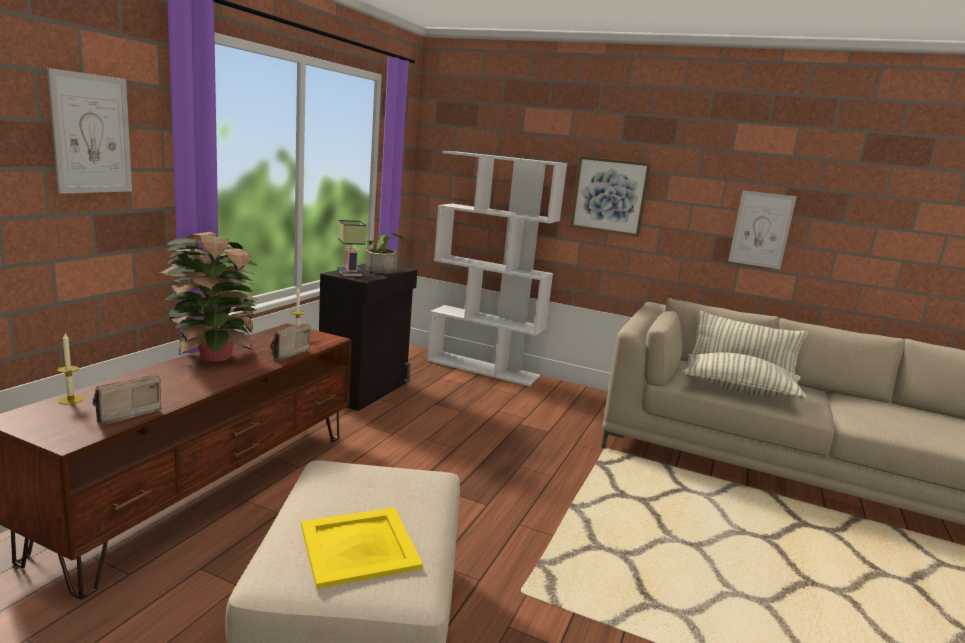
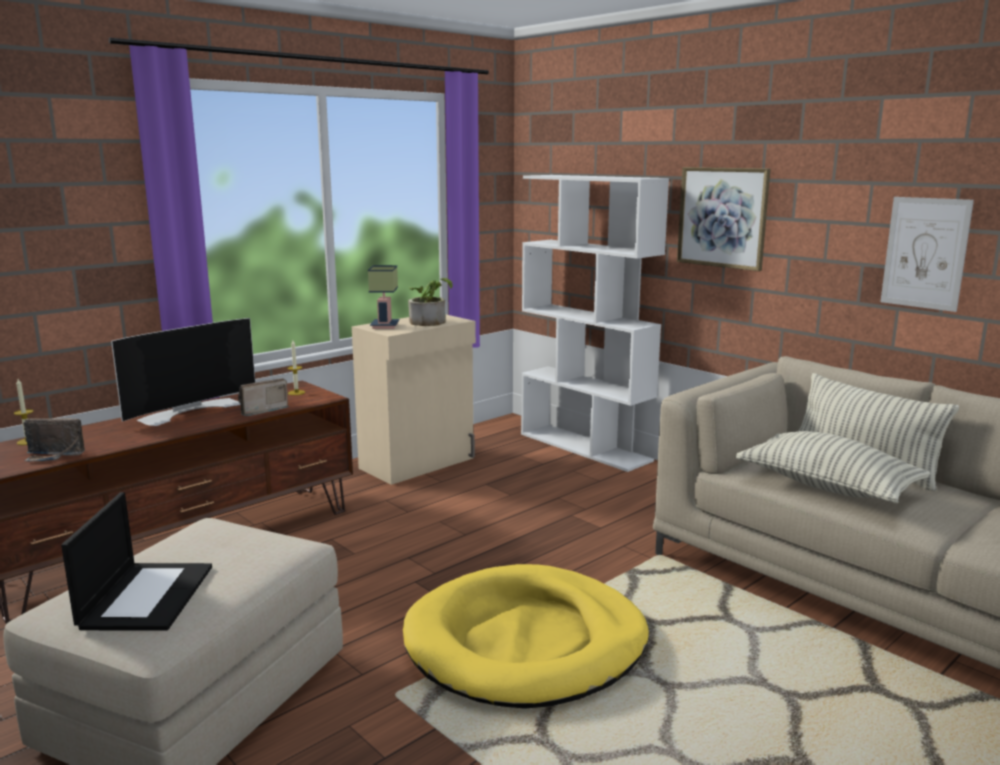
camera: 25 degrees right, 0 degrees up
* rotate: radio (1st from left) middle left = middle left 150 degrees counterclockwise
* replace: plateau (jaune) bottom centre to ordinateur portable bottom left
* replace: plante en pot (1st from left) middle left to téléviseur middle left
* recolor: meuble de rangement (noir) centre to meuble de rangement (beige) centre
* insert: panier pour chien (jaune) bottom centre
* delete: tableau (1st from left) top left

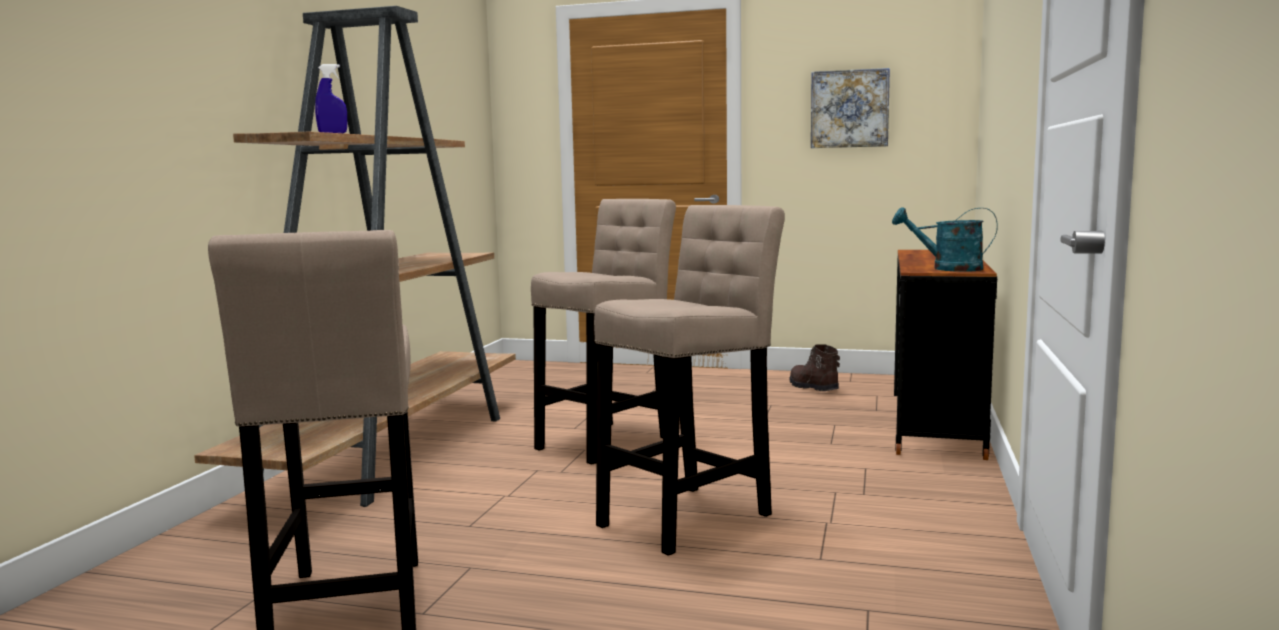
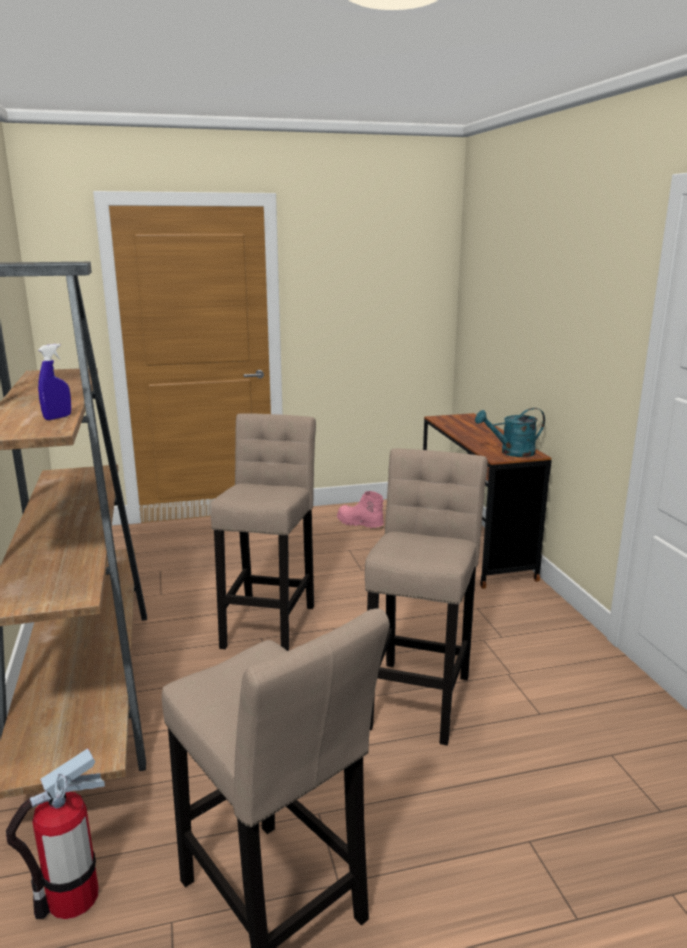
camera: 30 degrees left, 10 degrees up
* insert: extincteur bottom left
* recolor: botte (marron) centre to botte (rose) centre
* delete: tableau top centre

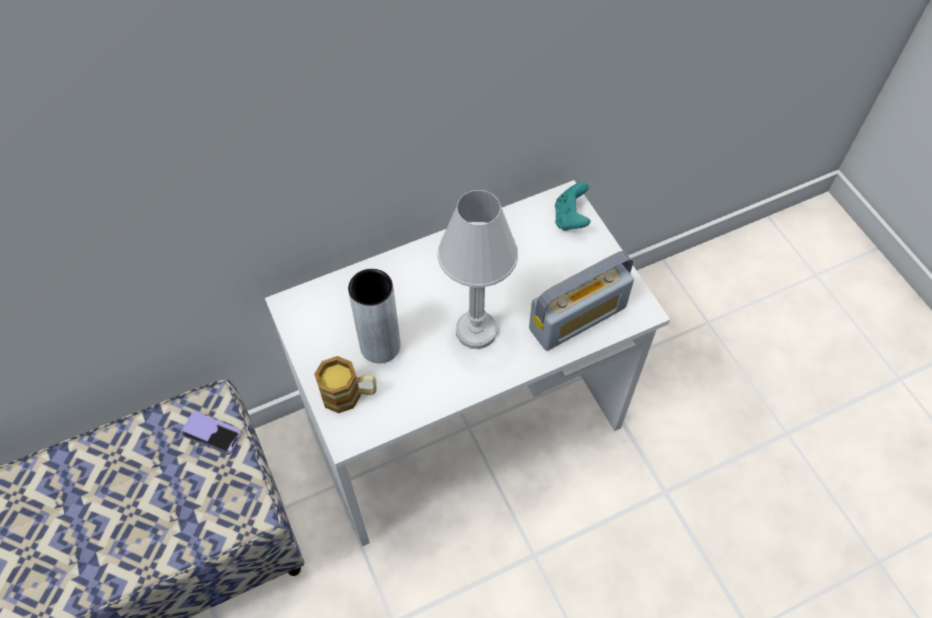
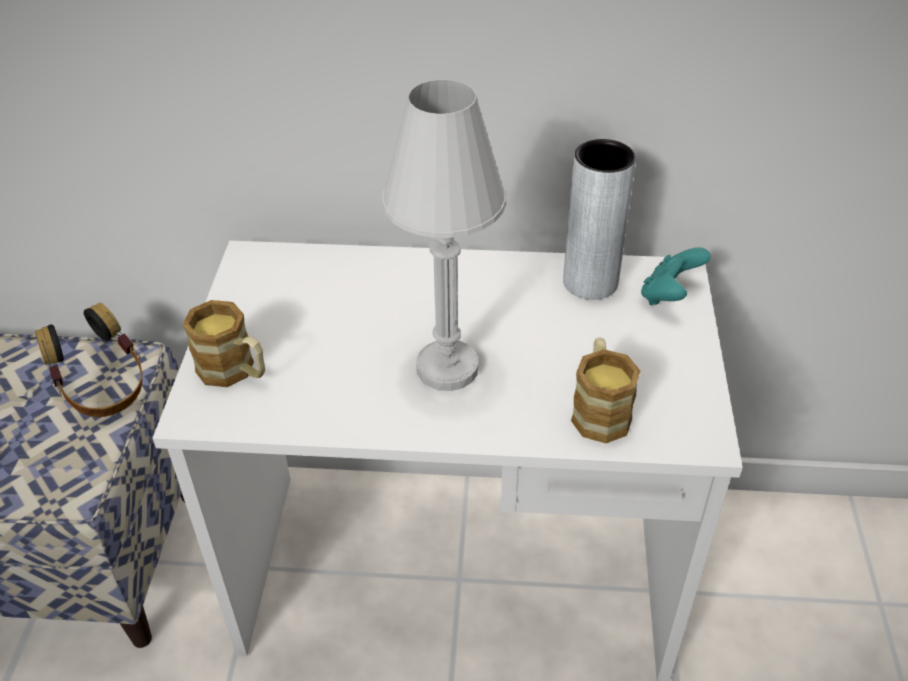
camera: 30 degrees right, 15 degrees down
* replace: téléphone bottom left to casque audio middle left
* move: vase (gris) centre to top centre
* replace: radio centre to mug (2nd from left) middle right

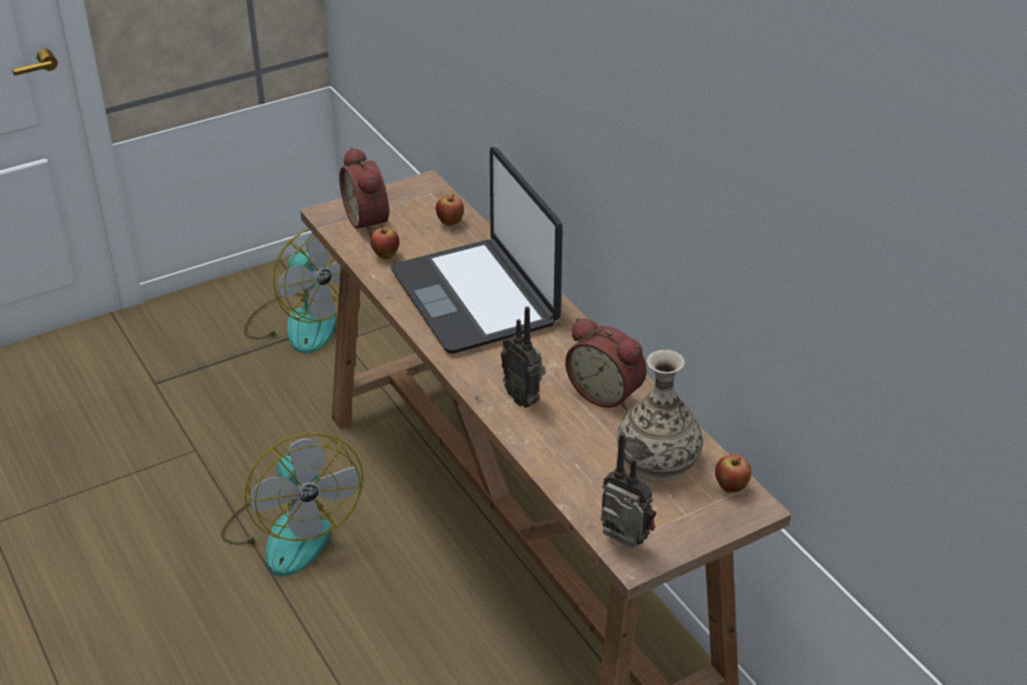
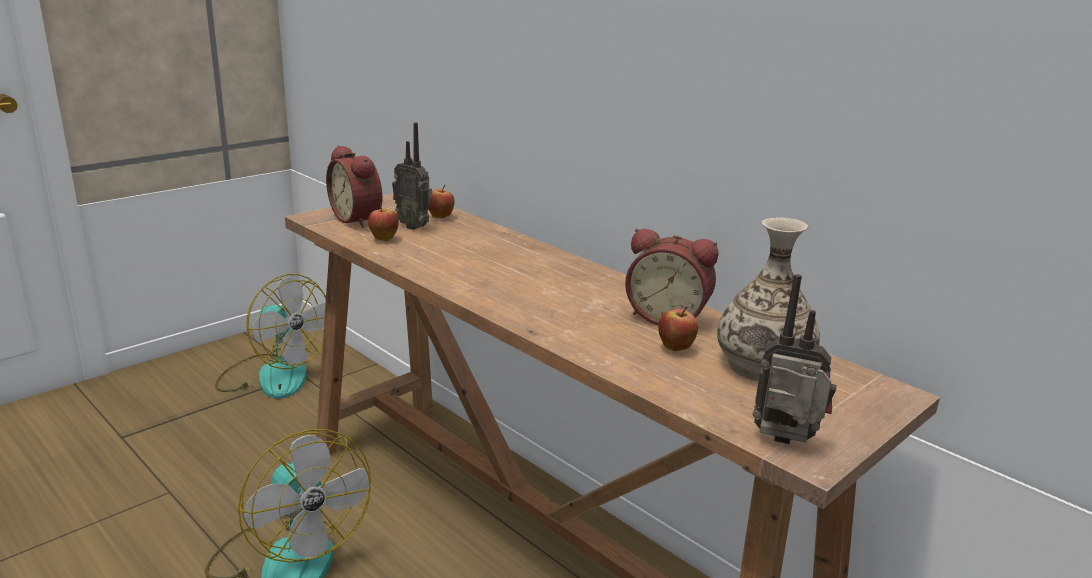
camera: 15 degrees left, 15 degrees down
* move: radio (1st from left) centre to top centre
* move: pomme (3rd from left) bottom right to centre
* delete: ordinateur portable centre

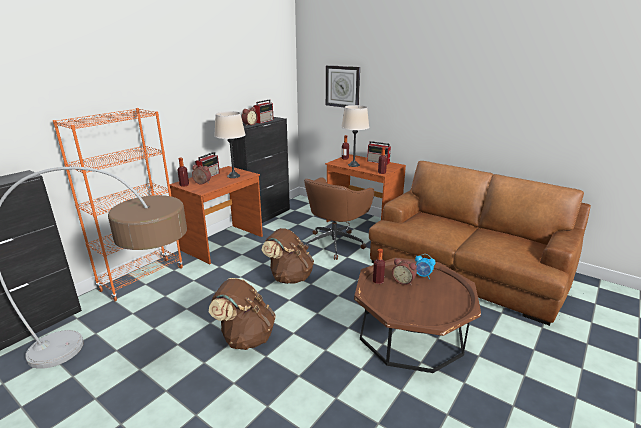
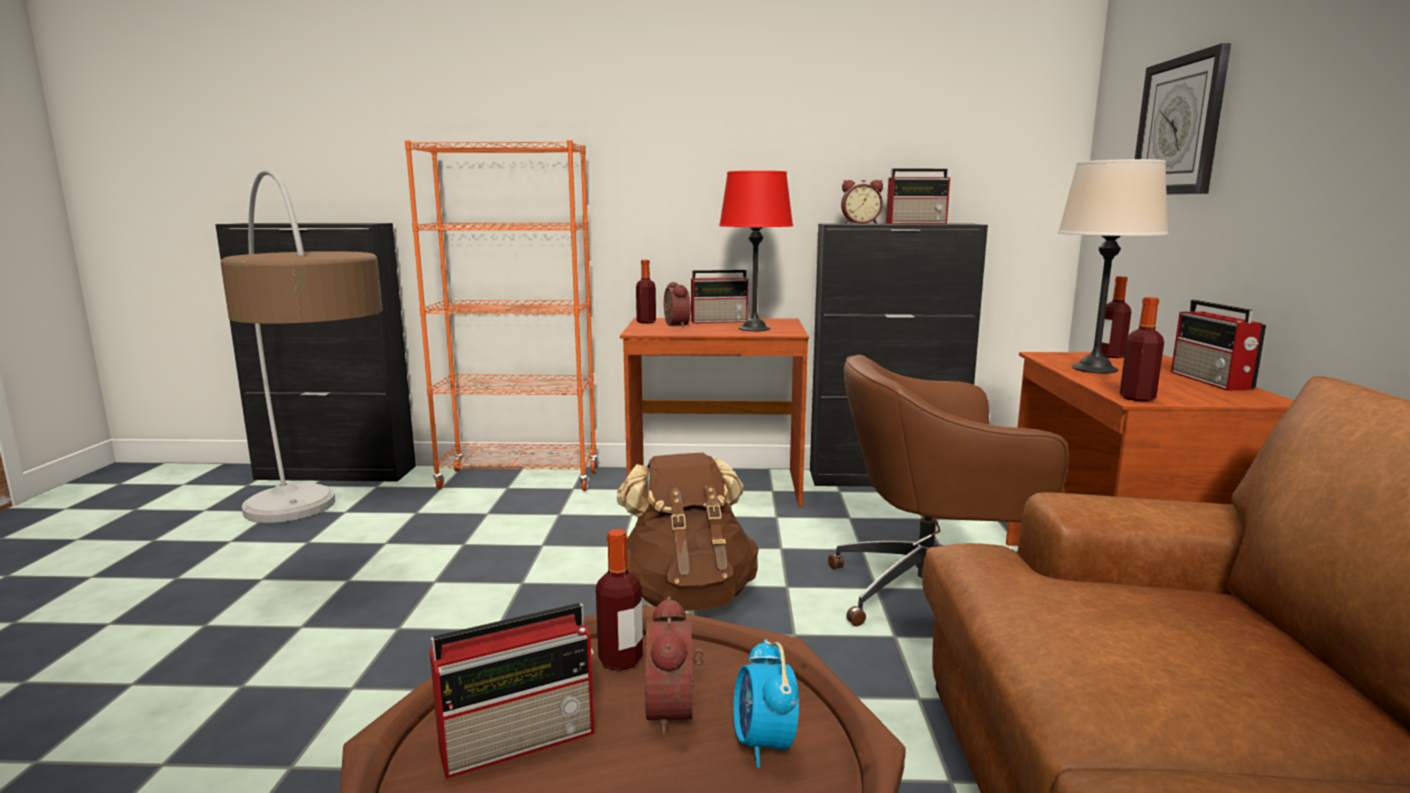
camera: 55 degrees right, 10 degrees down
* insert: radio (1st from left) bottom centre
* recolor: lampe de table (beige) (1st from left) centre to lampe de table (rouge) top centre
* delete: sac à dos (marron) (1st from left) bottom centre

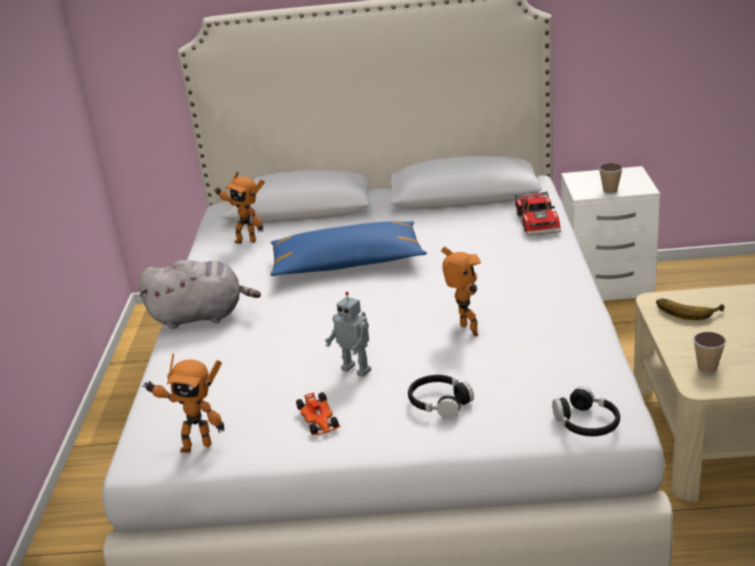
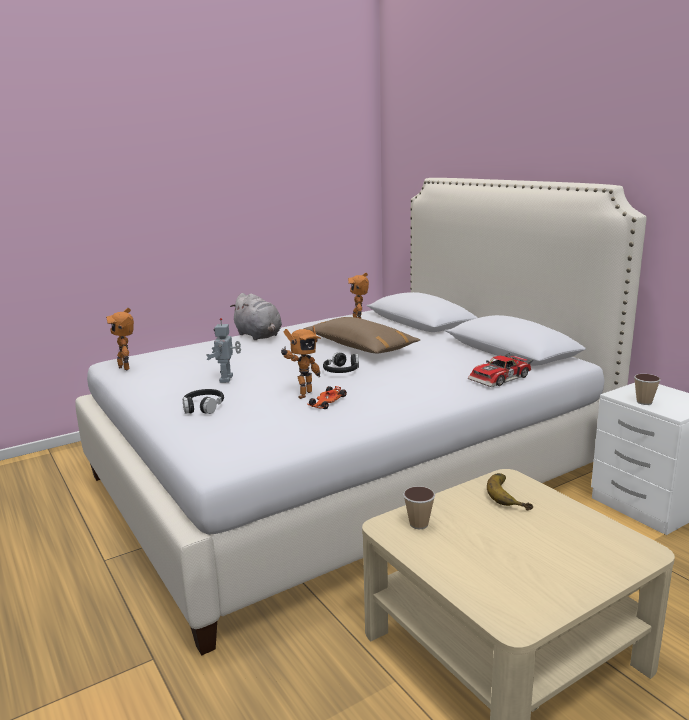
camera: 55 degrees right, 10 degrees down
* recolor: coussin (bleu) centre to coussin (marron) centre
* move: petite voiture (1st from left) bottom centre to centre
* move: casque audio (noir) (2nd from left) bottom right to centre

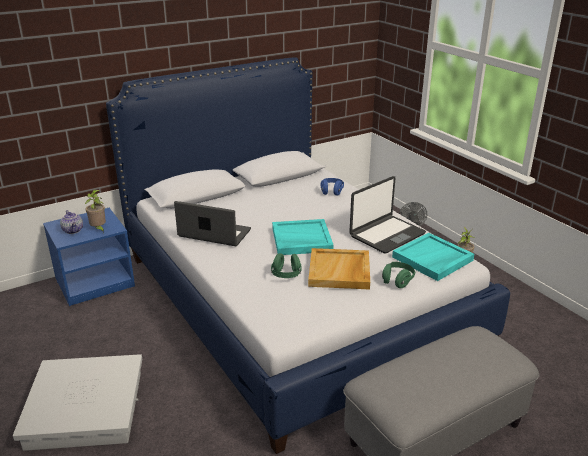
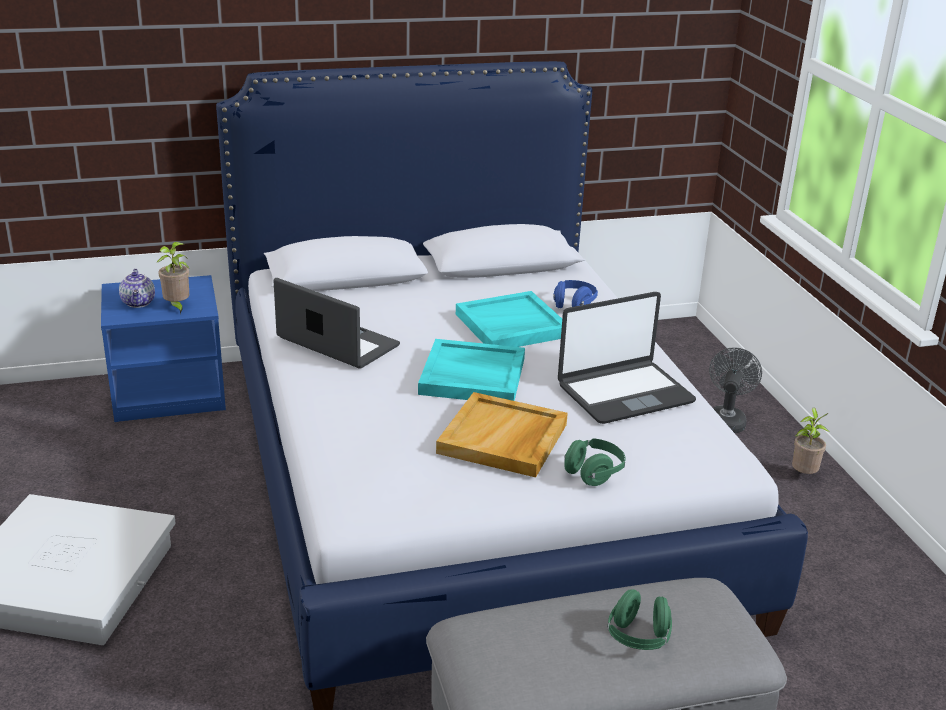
camera: 15 degrees right, 0 degrees up
* move: plateau (turquoise) (2nd from left) middle right to centre
* move: casque audio (vert) (1st from left in the first image) centre to casque audio (vert) (2nd from left) bottom right

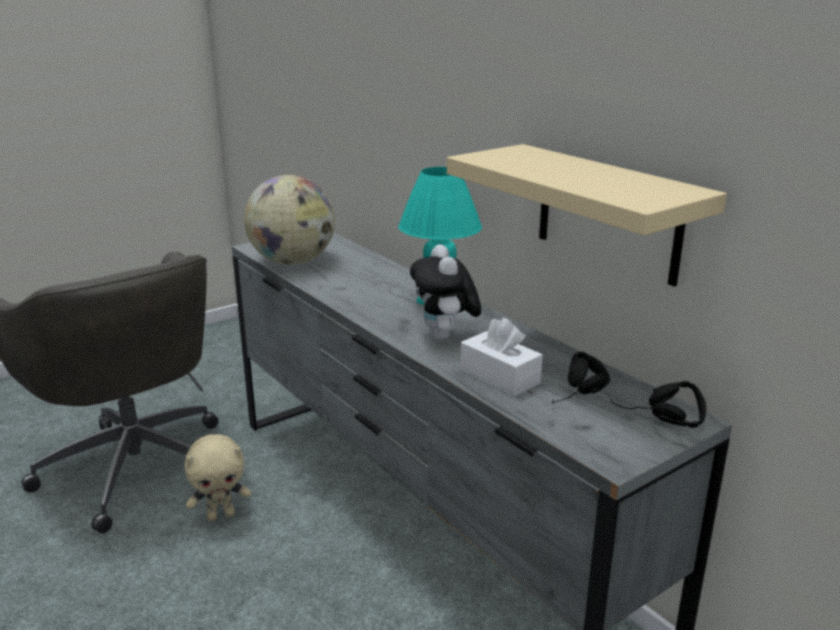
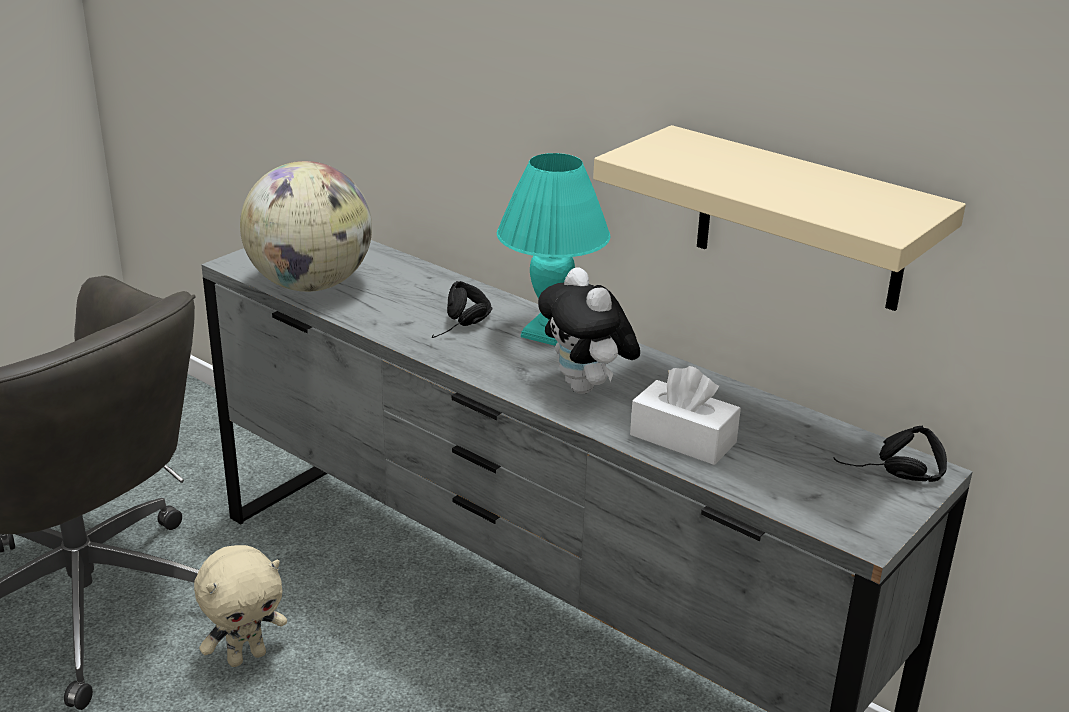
camera: 15 degrees left, 5 degrees up
* move: casque audio (noir) (1st from left) middle right to centre

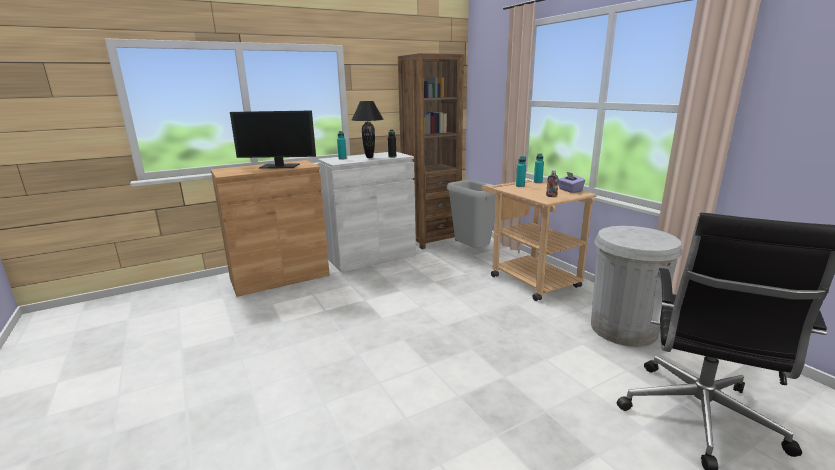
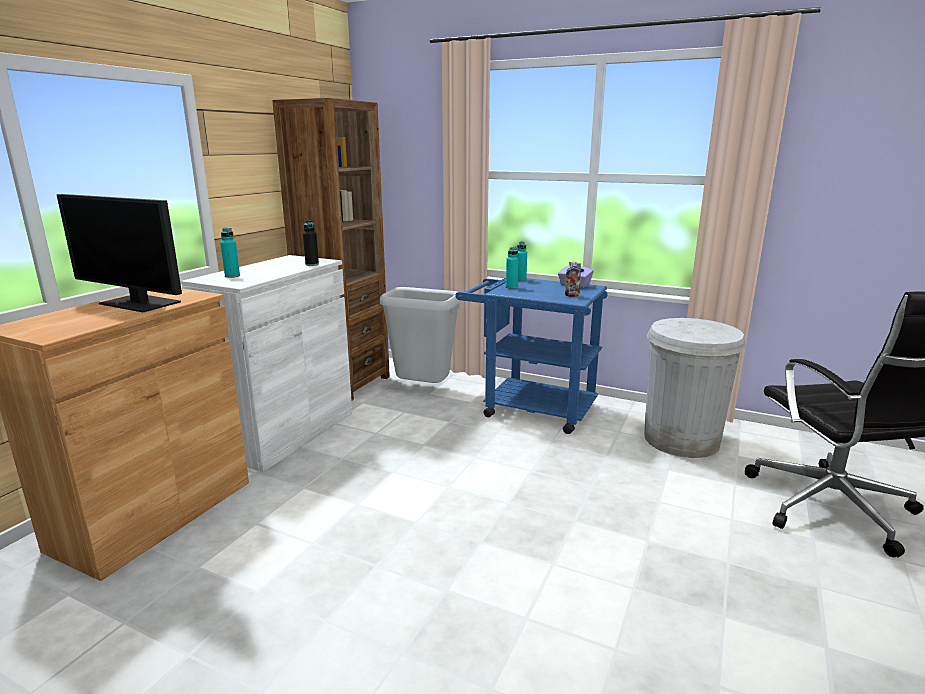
camera: 35 degrees left, 0 degrees up
* rotate: écran d'ordinateur top left = middle left 60 degrees clockwise
* recolor: chariot (beige) centre to chariot (bleu) centre
* delete: lampe de table (noir) top centre

